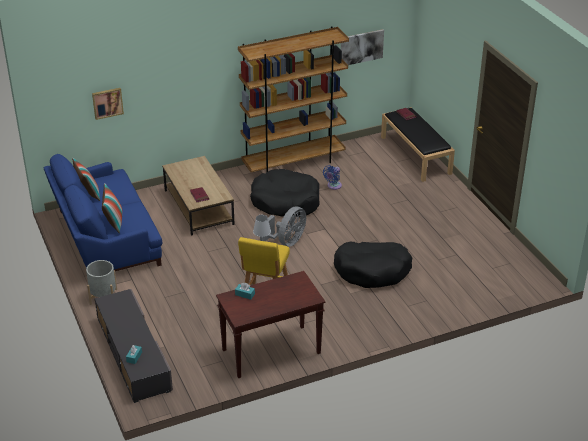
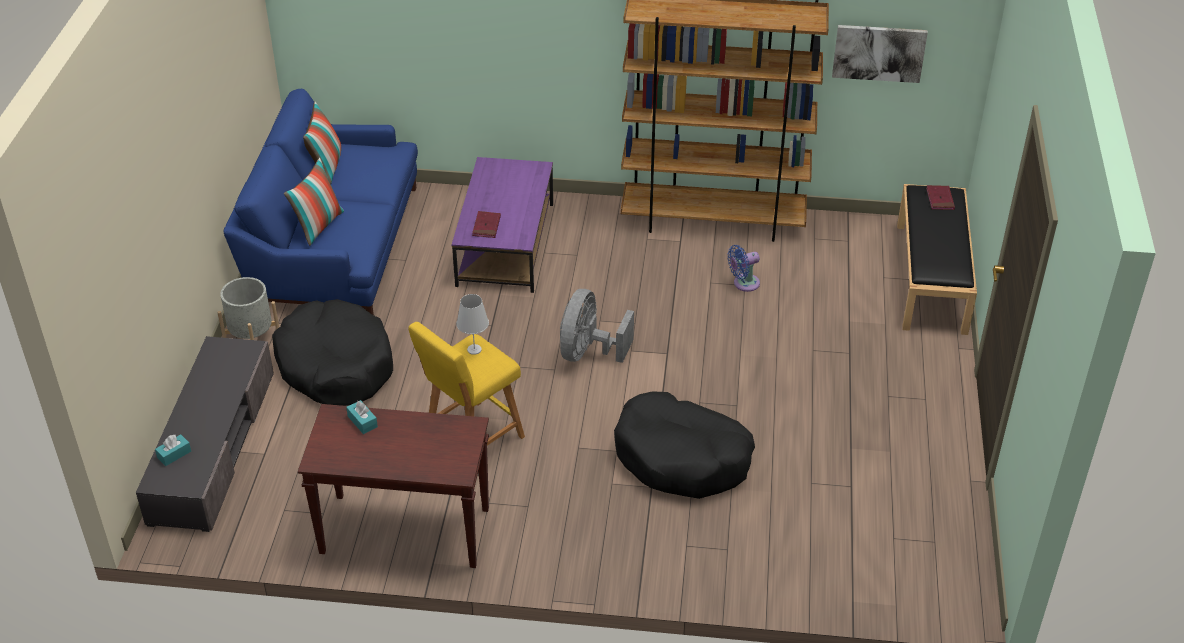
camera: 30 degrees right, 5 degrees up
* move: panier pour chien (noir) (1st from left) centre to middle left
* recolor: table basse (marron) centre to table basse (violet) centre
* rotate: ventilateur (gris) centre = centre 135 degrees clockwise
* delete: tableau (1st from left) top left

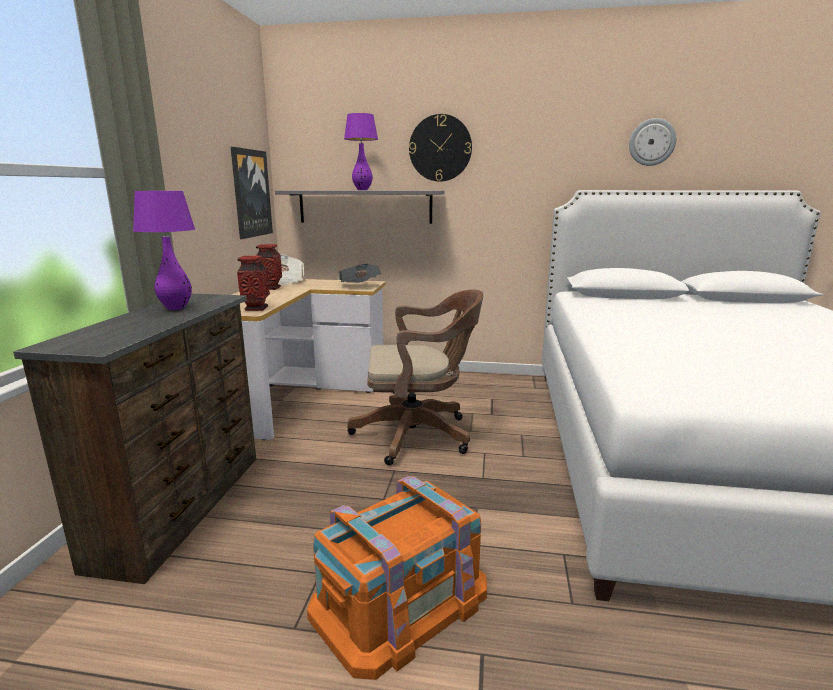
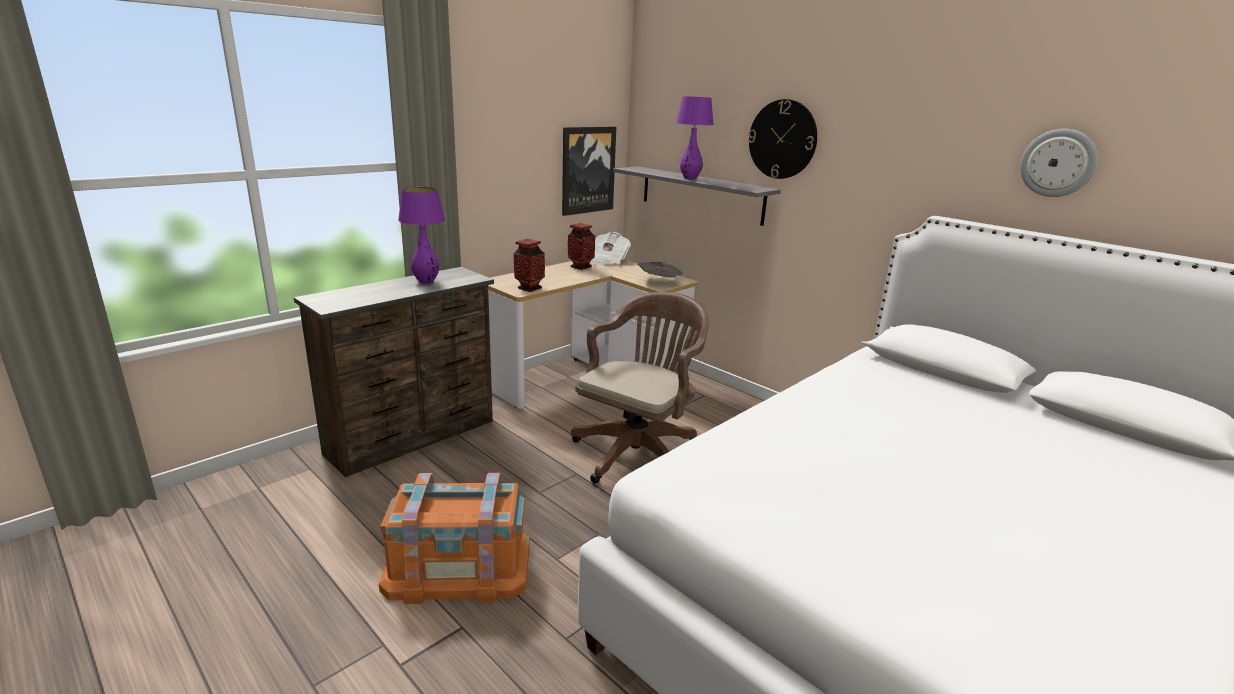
camera: 35 degrees right, 5 degrees up
* rotate: chaise de bureau (marron) centre = centre 90 degrees counterclockwise

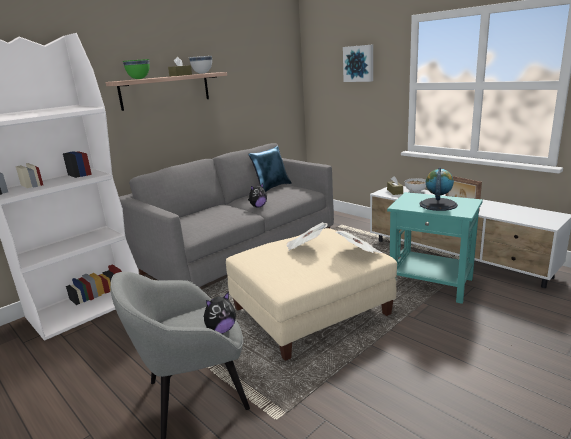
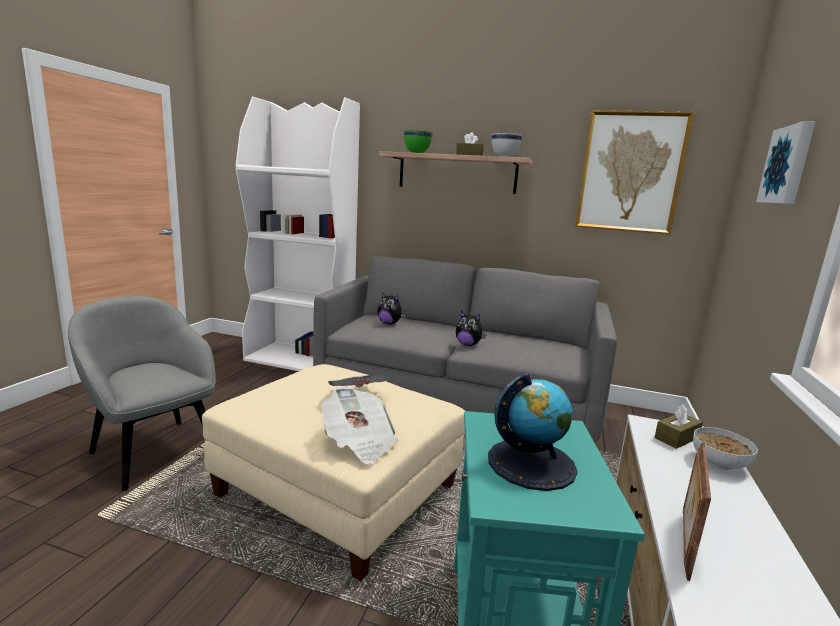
camera: 60 degrees right, 5 degrees down
* move: peluche (1st from left) bottom centre to centre
* insert: tableau (1st from left) top right
* delete: coussin (bleu) centre

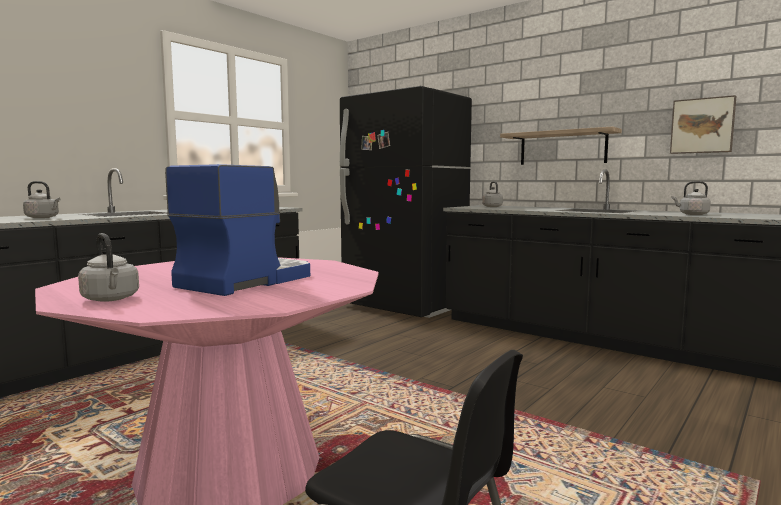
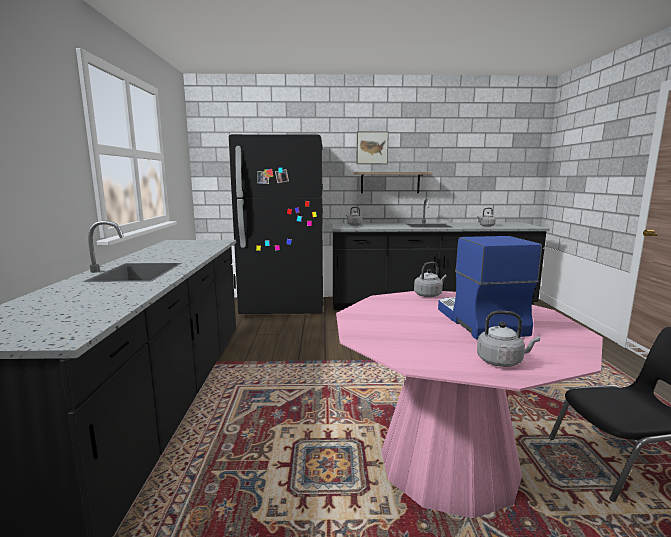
camera: 40 degrees left, 5 degrees up
* move: tableau top right to top centre
* move: bouilloire (gris) (1st from left in the first image) middle left to bouilloire (gris) (2nd from left) centre

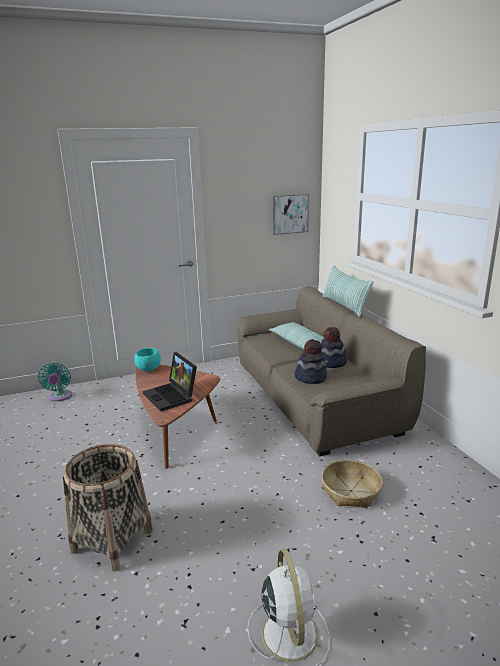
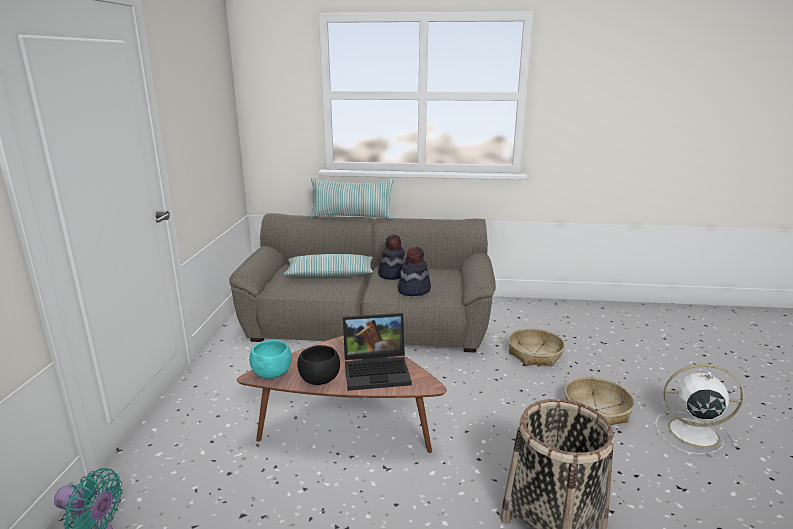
camera: 65 degrees left, 0 degrees up
* insert: bol (noir) bottom centre
* insert: panier (3rd from left) bottom right
* delete: tableau top centre

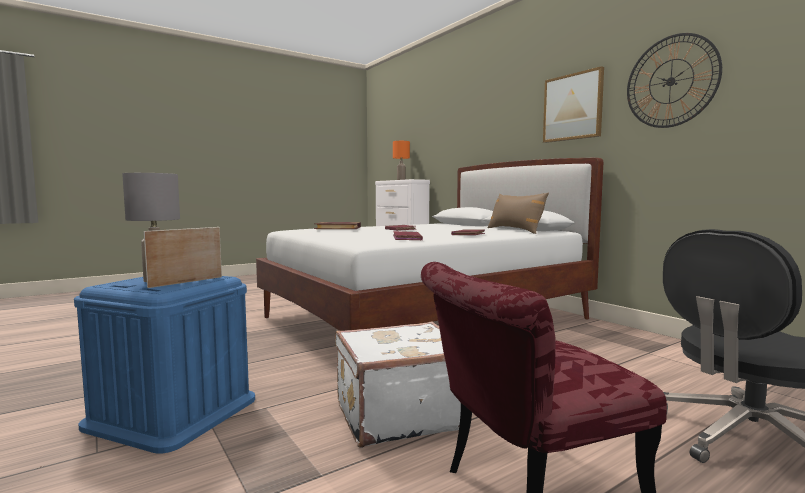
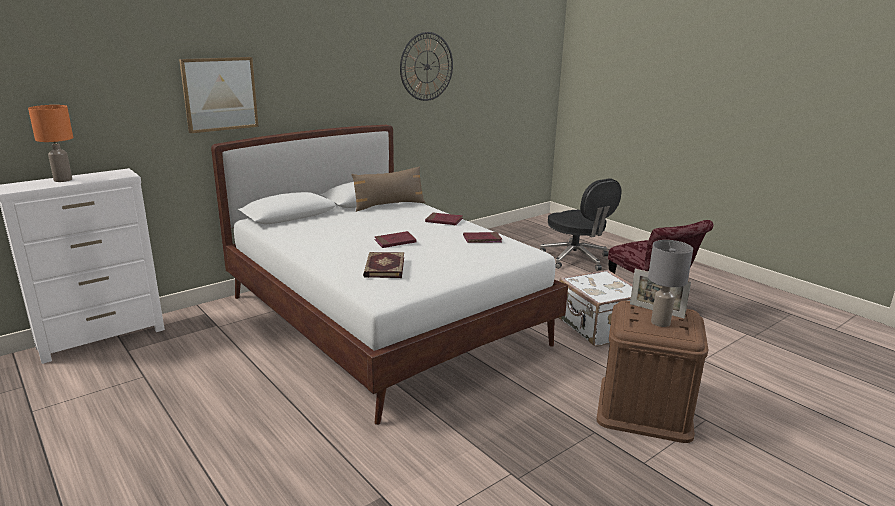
camera: 95 degrees left, 15 degrees up
* move: tableau top right to top left
* recolor: boîte de rangement (bleu) bottom left to boîte de rangement (marron) bottom right

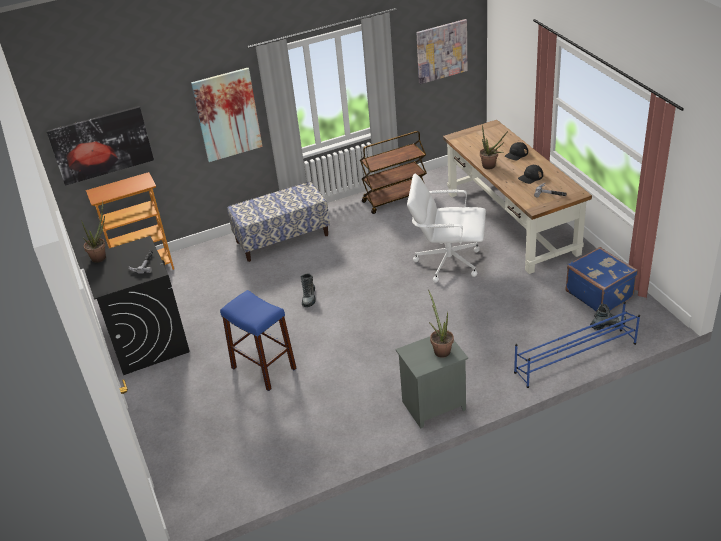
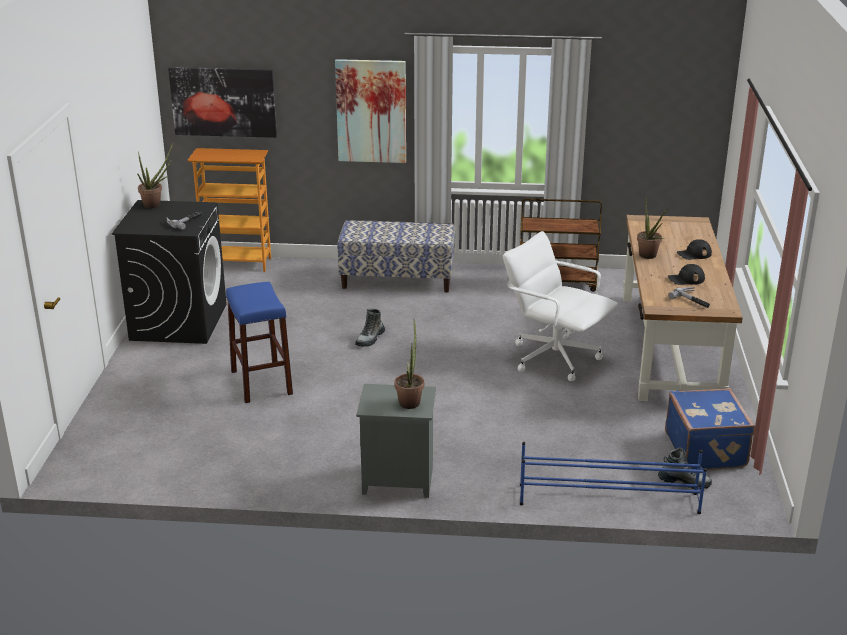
camera: 25 degrees right, 10 degrees down
* delete: tableau (3rd from left) top centre

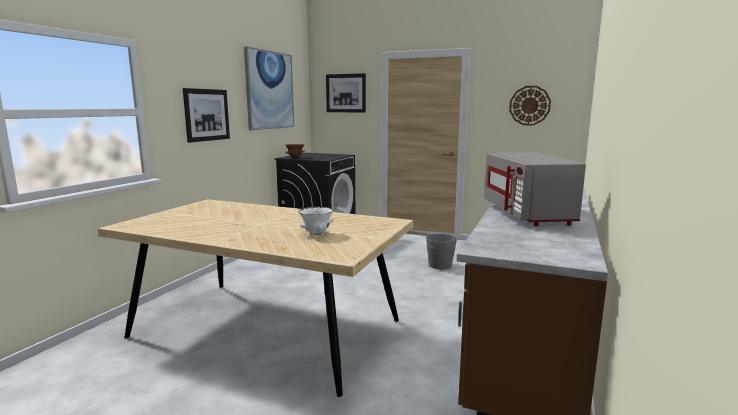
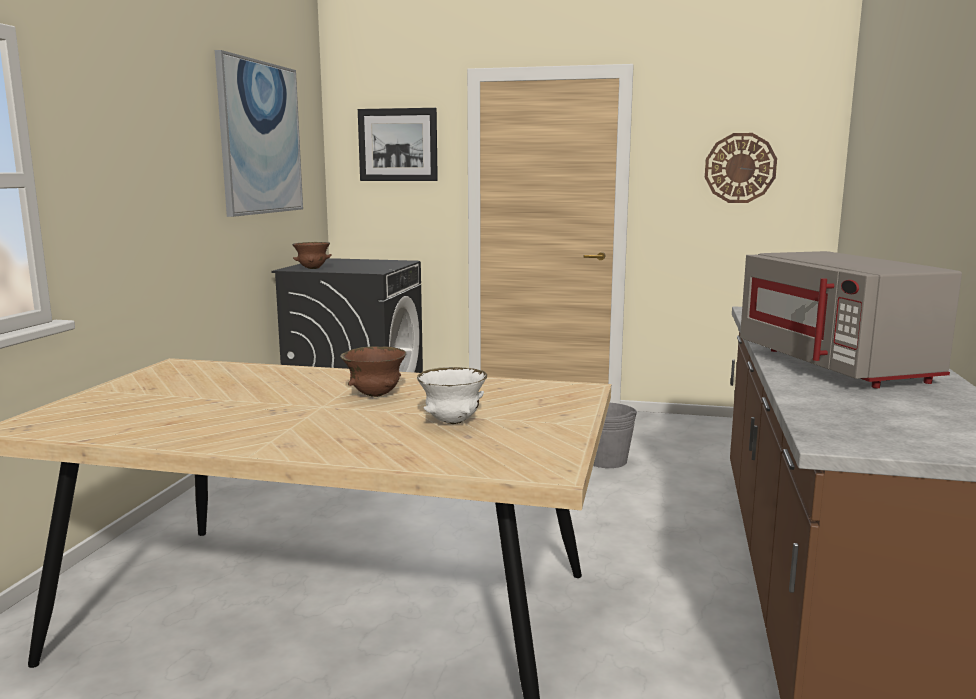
camera: 10 degrees left, 0 degrees up
* insert: bol (marron) (2nd from left) centre
* delete: tableau (1st from left) top left

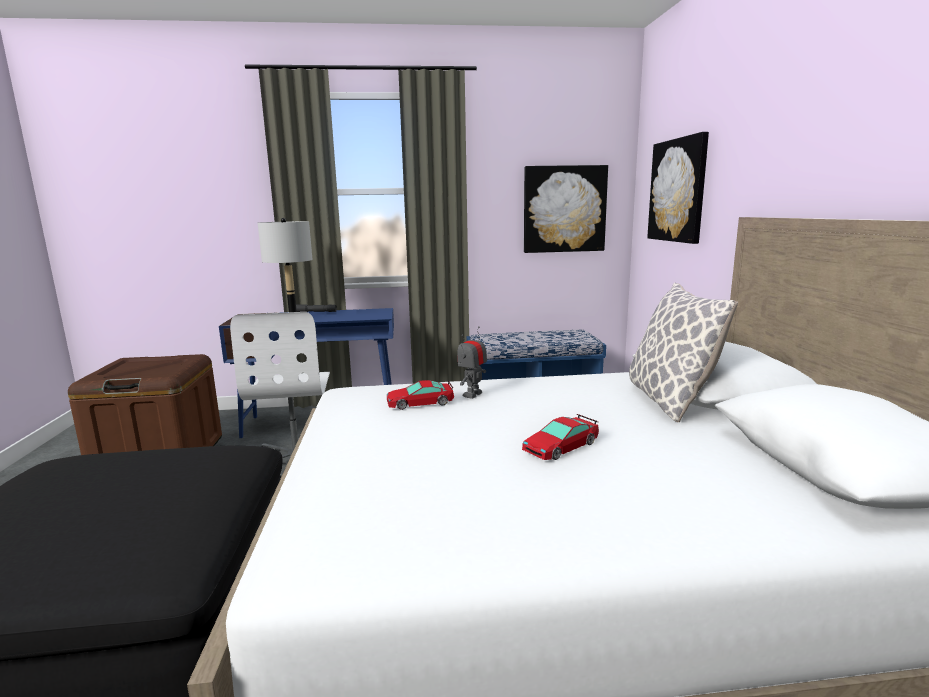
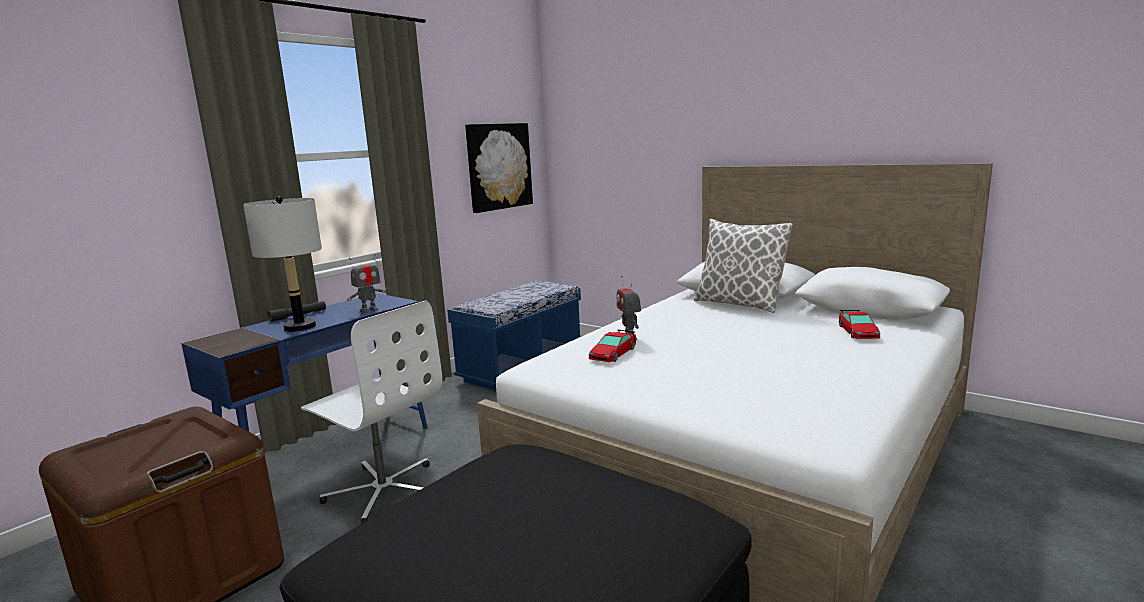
camera: 45 degrees left, 0 degrees up
* insert: robot jouet (1st from left) middle left
* move: petite voiture (2nd from left) centre to middle right
* delete: tableau (2nd from left) top right

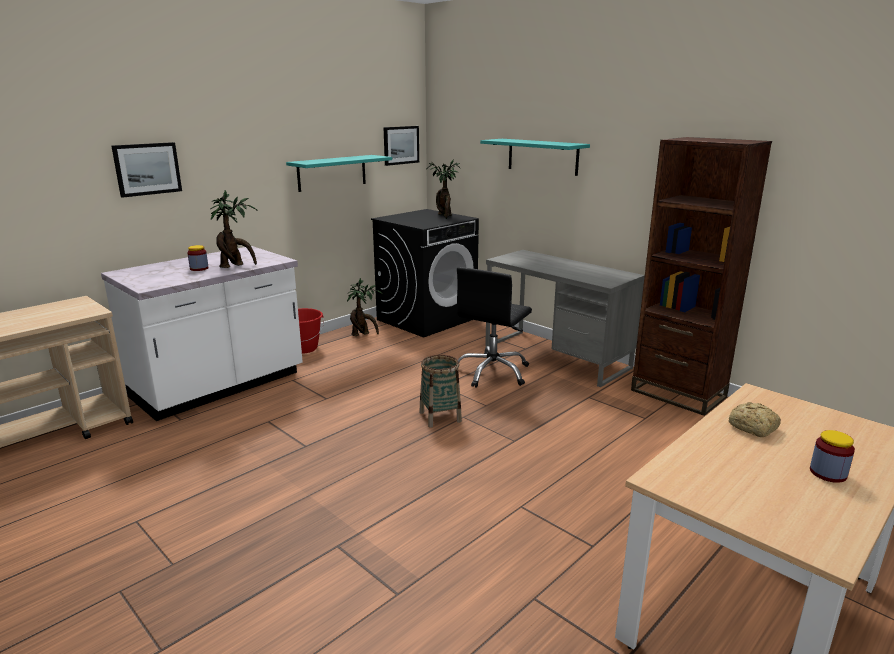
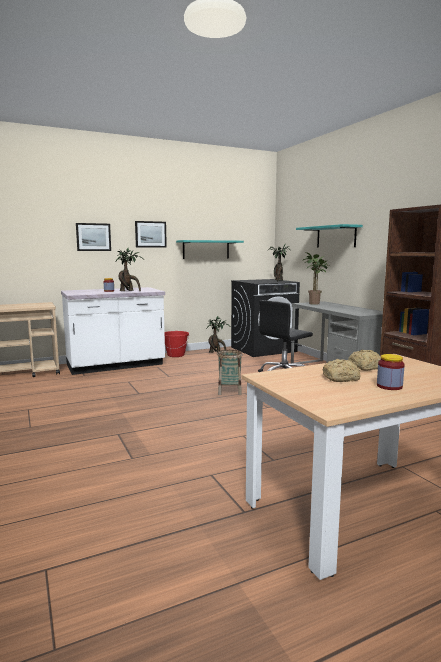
camera: 20 degrees right, 10 degrees down
* move: tableau (2nd from left) top centre to centre
* insert: plante en pot (4th from left) middle right
* insert: pain (1st from left) middle right

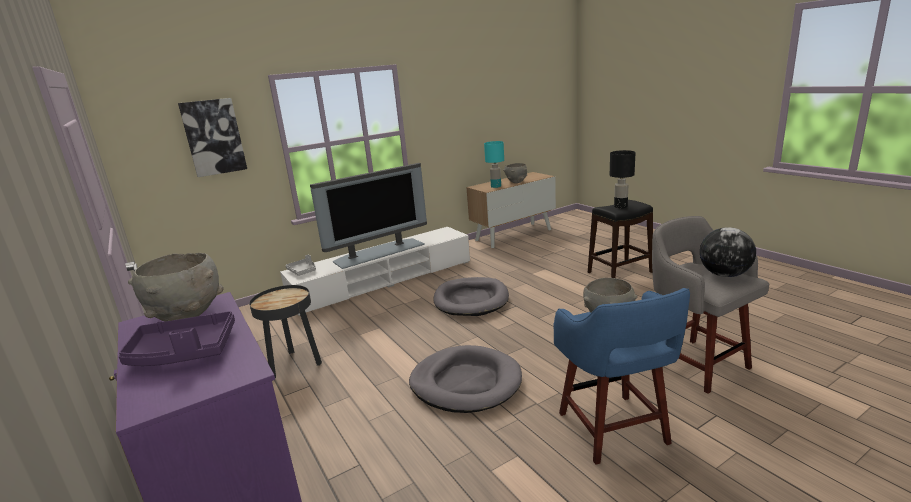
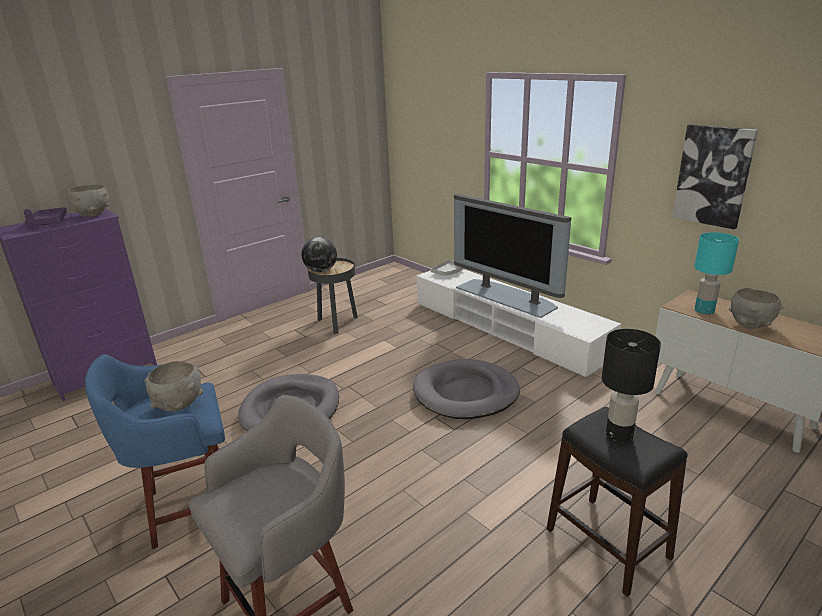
camera: 80 degrees right, 5 degrees up
* move: globe middle right to centre
* move: tableau top left to top right

